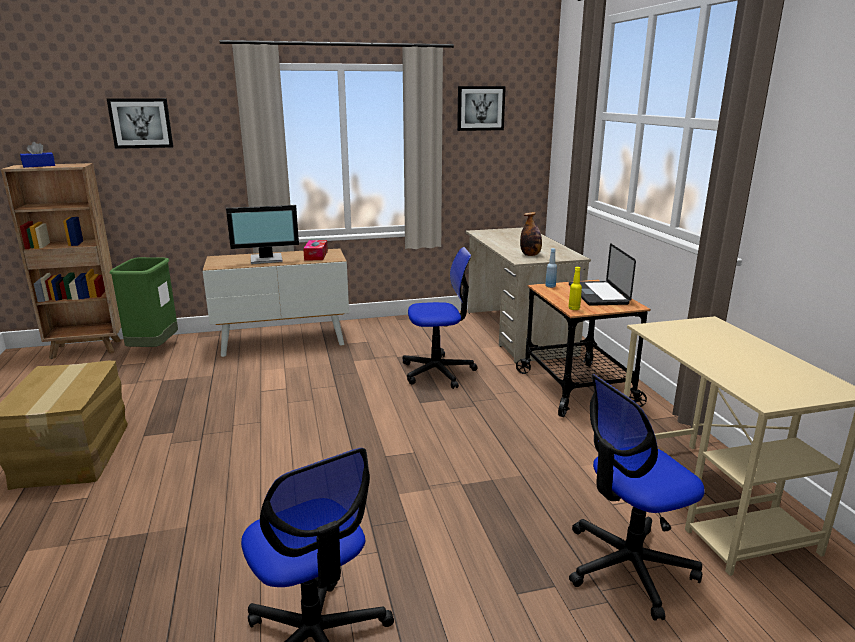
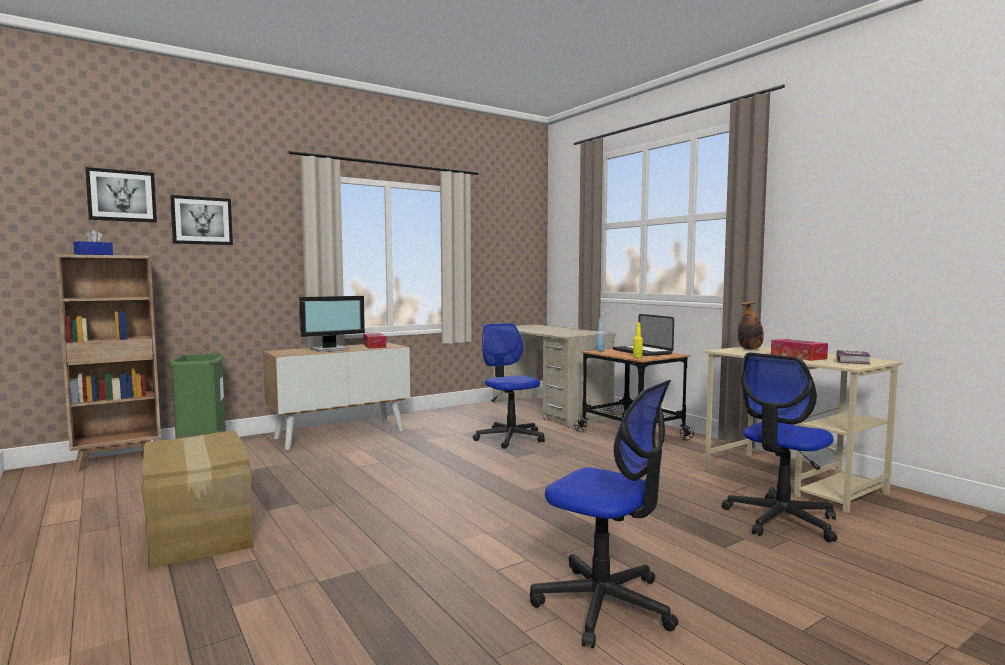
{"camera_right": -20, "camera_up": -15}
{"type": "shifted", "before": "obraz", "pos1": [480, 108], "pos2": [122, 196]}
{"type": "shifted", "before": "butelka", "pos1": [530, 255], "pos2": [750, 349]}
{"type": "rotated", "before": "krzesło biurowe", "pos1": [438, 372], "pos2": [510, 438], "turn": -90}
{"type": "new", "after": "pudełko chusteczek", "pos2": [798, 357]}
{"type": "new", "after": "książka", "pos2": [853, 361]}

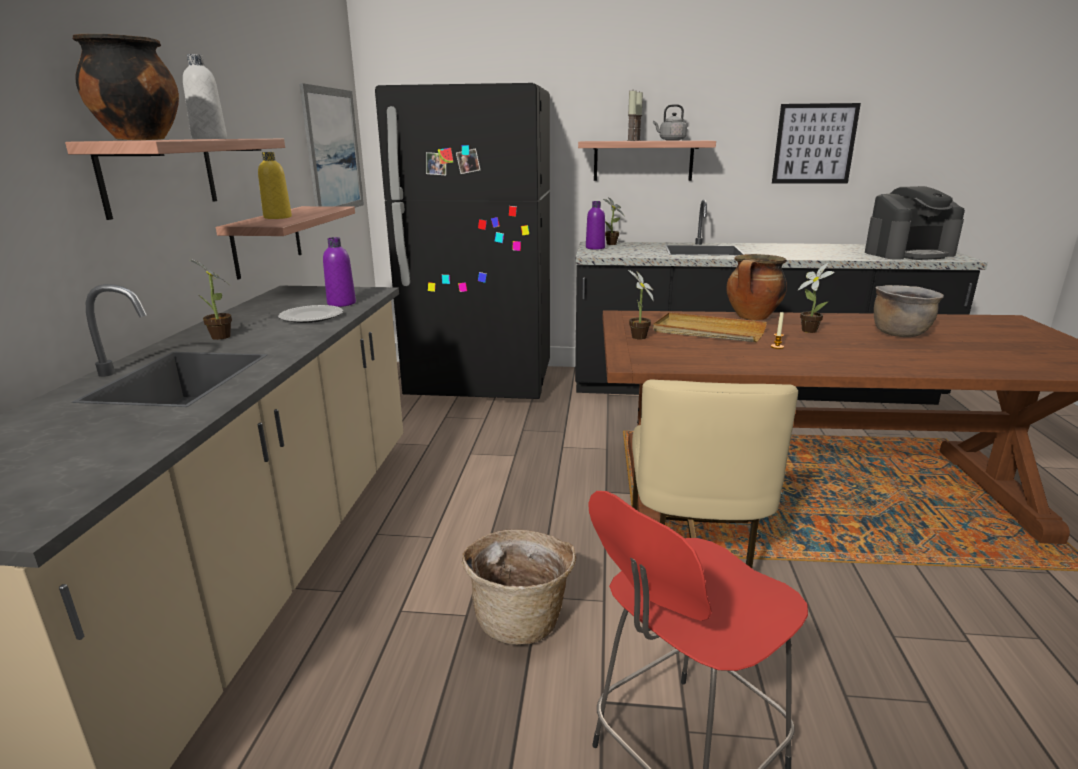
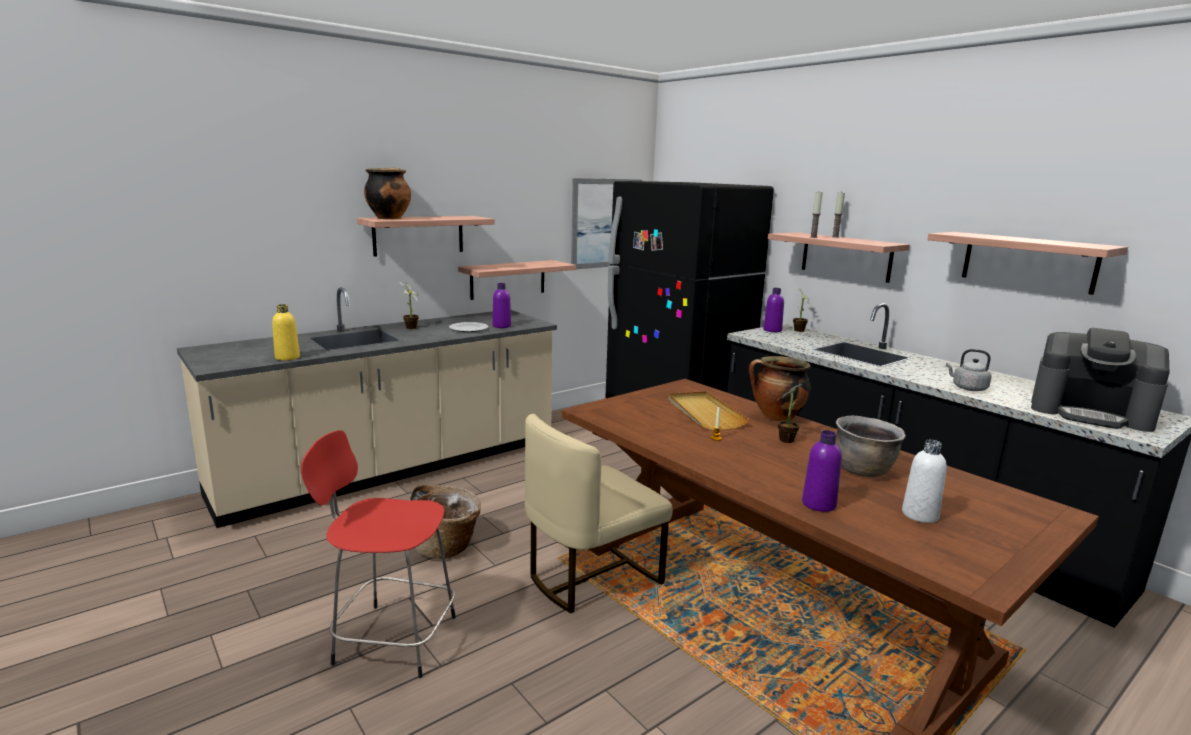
{"camera_right": 45, "camera_up": -5}
{"type": "shifted", "before": "butelka [biały]", "pos1": [209, 138], "pos2": [920, 515]}
{"type": "swapped", "before": "obraz", "after": "półka", "pos1": [814, 144], "pos2": [1028, 262]}
{"type": "shifted", "before": "czajnik [szary]", "pos1": [671, 140], "pos2": [967, 388]}
{"type": "shifted", "before": "butelka [żółty]", "pos1": [277, 217], "pos2": [287, 357]}
{"type": "gone", "before": "roślina doniczkowa", "pos1": [637, 338]}
{"type": "new", "after": "butelka [fioletowy]", "pos2": [818, 504]}

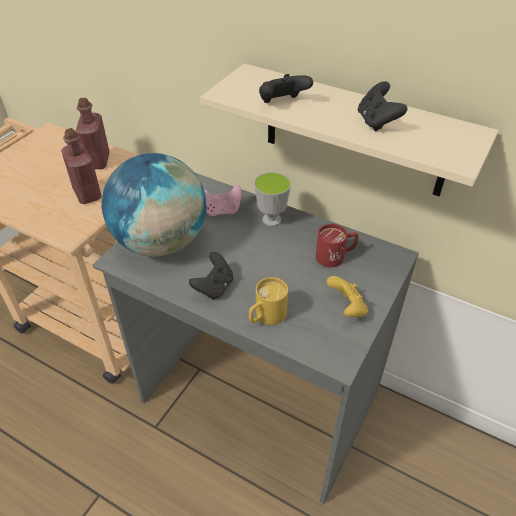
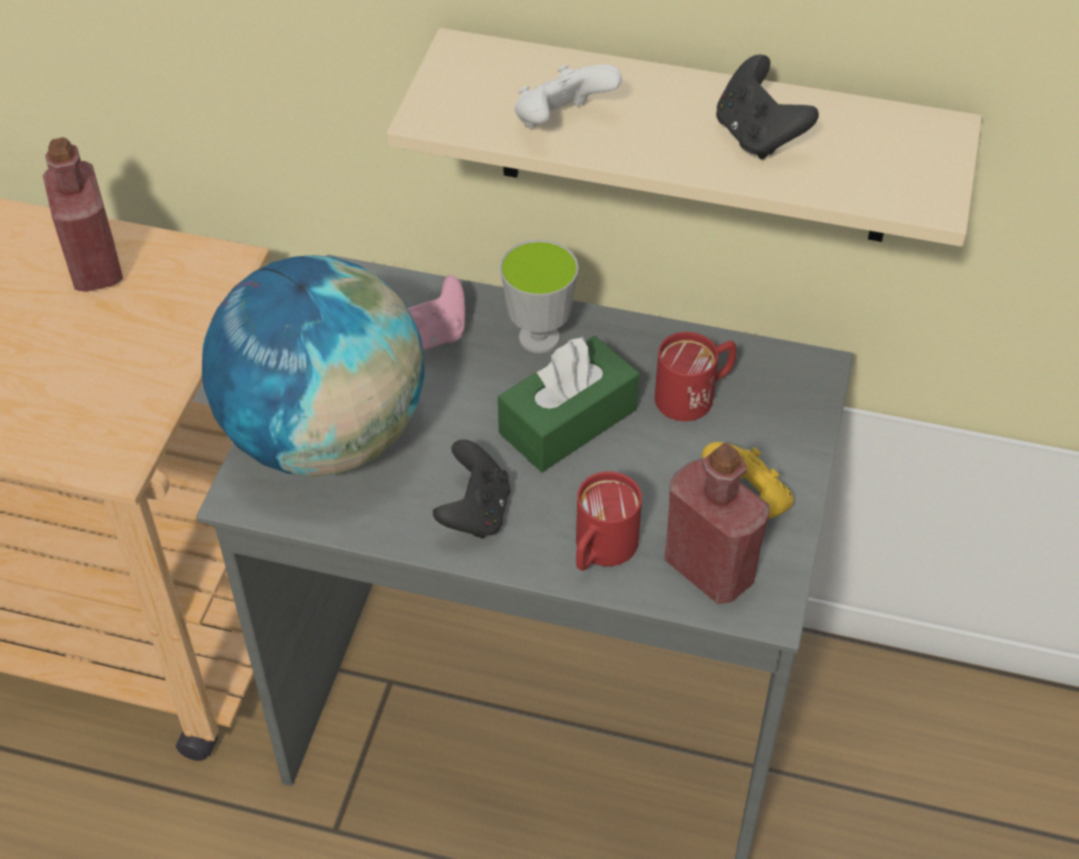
{"camera_right": -15, "camera_up": 5}
{"type": "repainted", "before": "pad do gier [czarny]", "after": "pad do gier [biały]", "pos1": [282, 103], "pos2": [561, 123]}
{"type": "shifted", "before": "butelka [czerwony]", "pos1": [87, 194], "pos2": [709, 569]}
{"type": "repainted", "before": "kubek [żółty]", "after": "kubek [czerwony]", "pos1": [266, 317], "pos2": [599, 552]}
{"type": "new", "after": "pudełko chusteczek [zielony]", "pos2": [568, 421]}

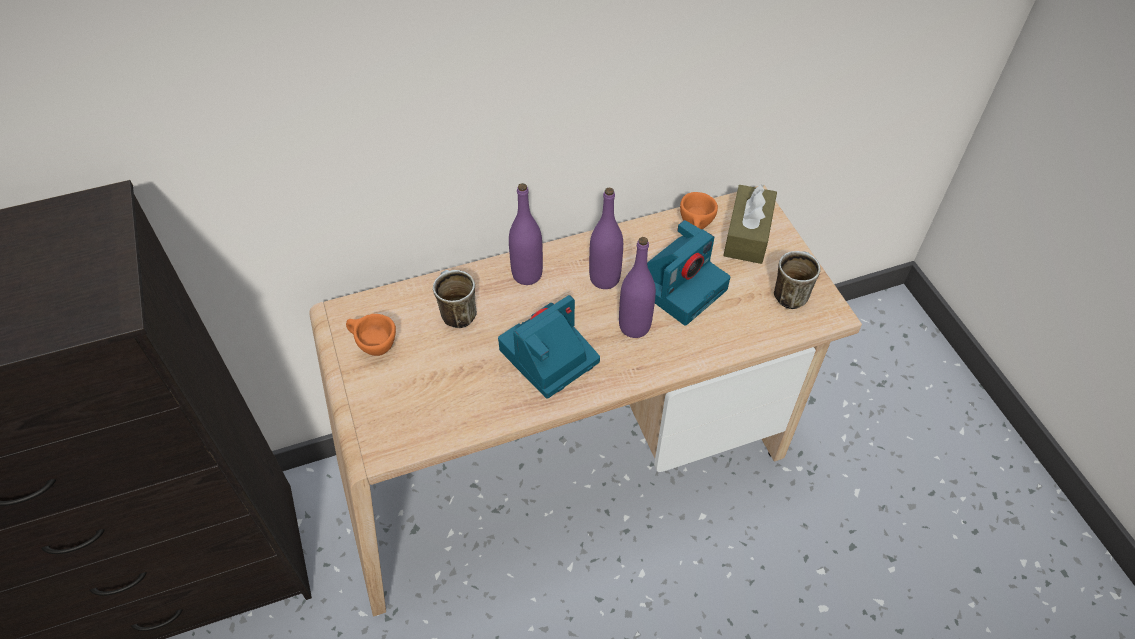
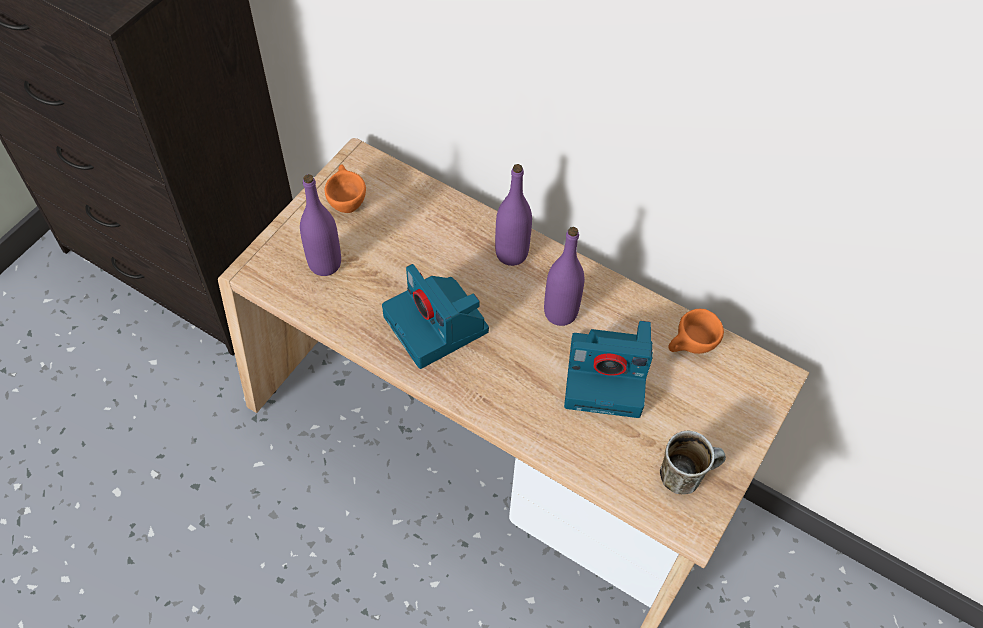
{"camera_right": 50, "camera_up": 5}
{"type": "gone", "before": "pudełko chusteczek [brązowy]", "pos1": [747, 234]}
{"type": "shifted", "before": "butelka [fioletowy]", "pos1": [634, 326], "pos2": [325, 264]}
{"type": "gone", "before": "kubek", "pos1": [455, 313]}
{"type": "rotated", "before": "aparat fotograficzny", "pos1": [548, 357], "pos2": [438, 325], "turn": -135}

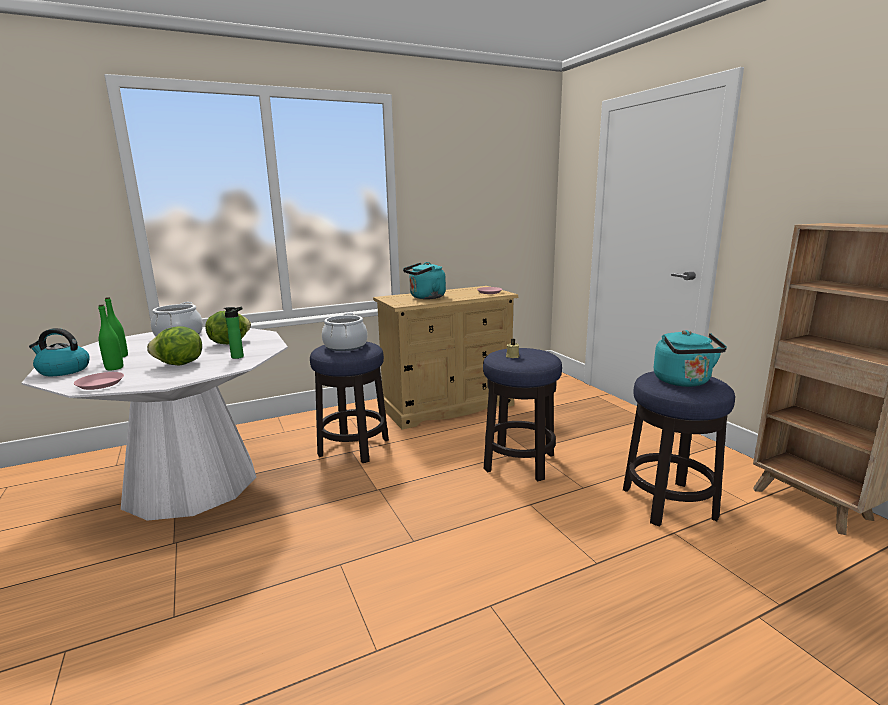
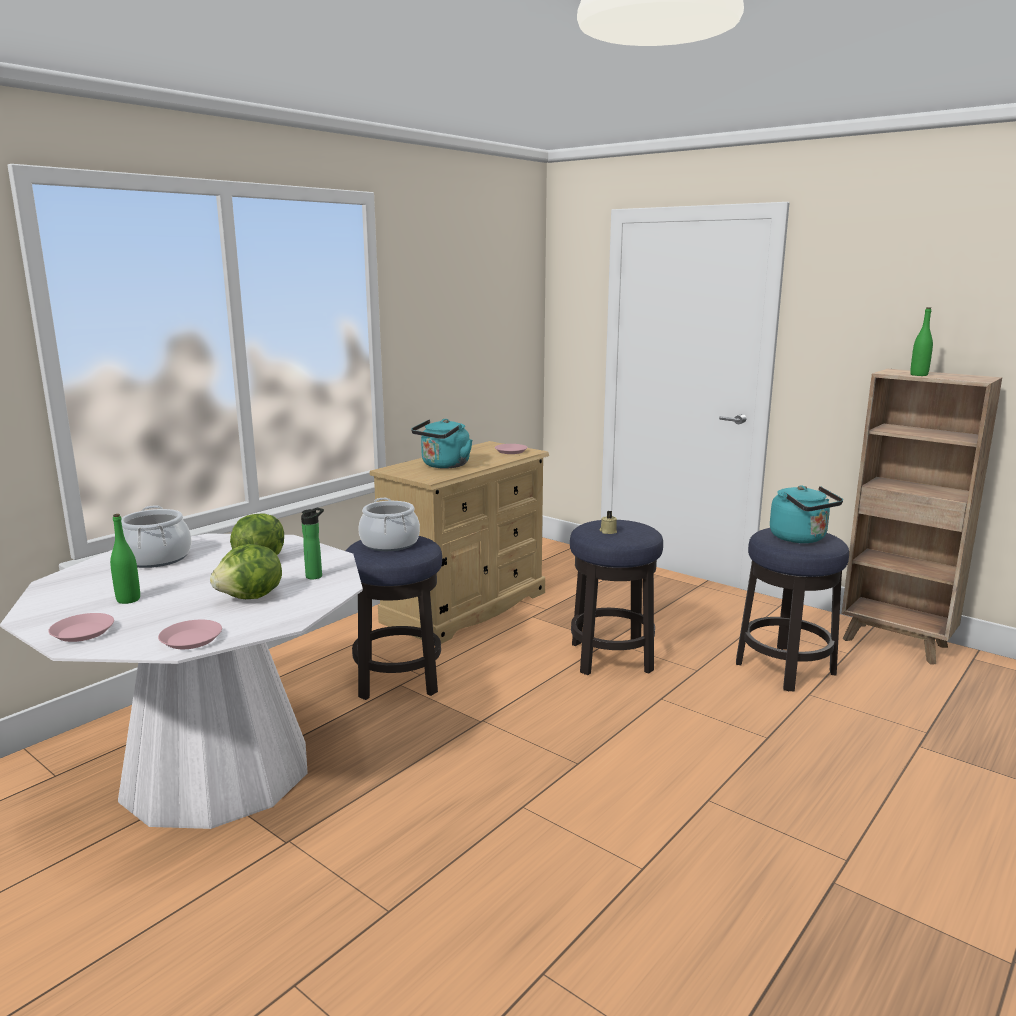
{"camera_right": -25, "camera_up": 0}
{"type": "shifted", "before": "butelka [zielony]", "pos1": [114, 368], "pos2": [919, 375]}
{"type": "swapped", "before": "czajnik", "after": "talerz [różowy]", "pos1": [63, 370], "pos2": [83, 632]}

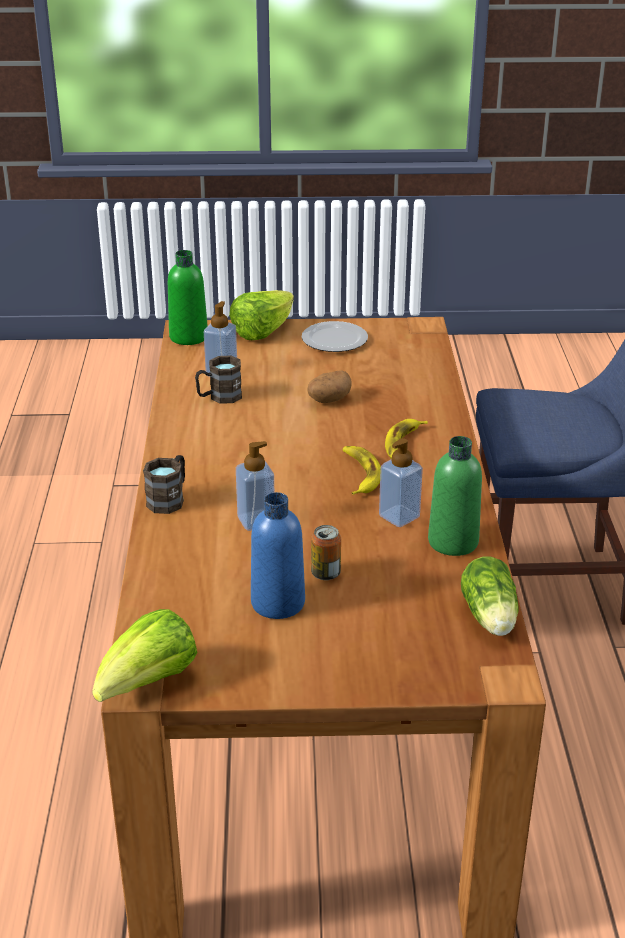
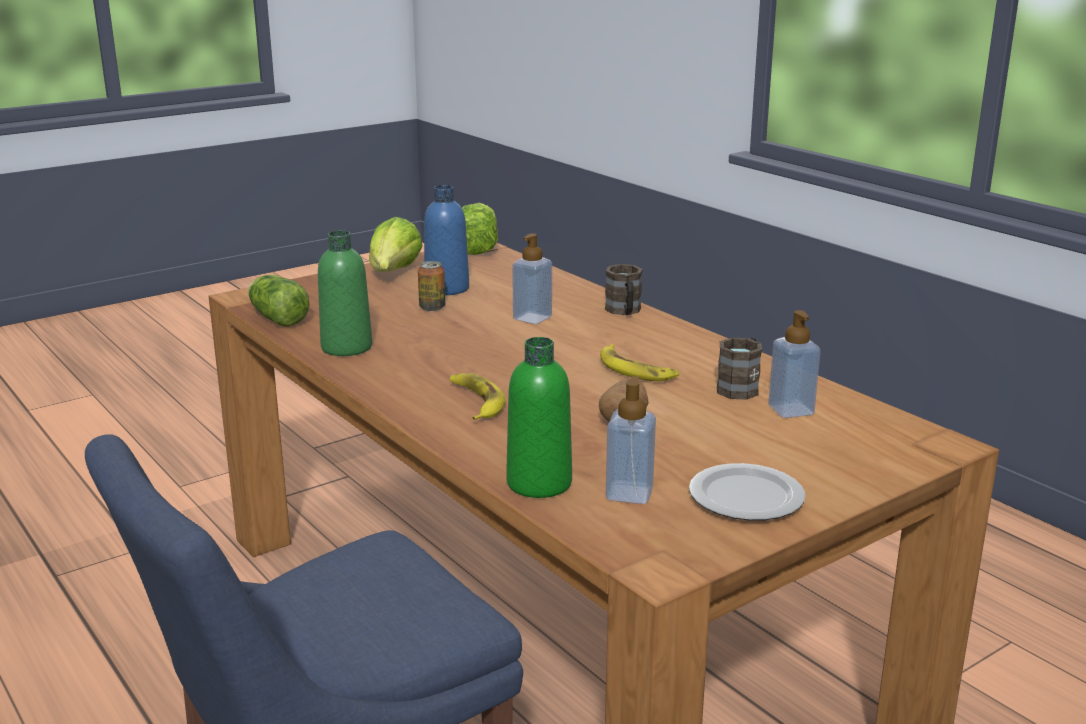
{"camera_right": 145, "camera_up": -10}
{"type": "shifted", "before": "butelka [zielony]", "pos1": [188, 337], "pos2": [539, 483]}
{"type": "shifted", "before": "sałata", "pos1": [262, 332], "pos2": [394, 273]}
{"type": "shifted", "before": "dozownik mydła", "pos1": [399, 516], "pos2": [629, 493]}
{"type": "shifted", "before": "banan", "pos1": [359, 474], "pos2": [635, 370]}

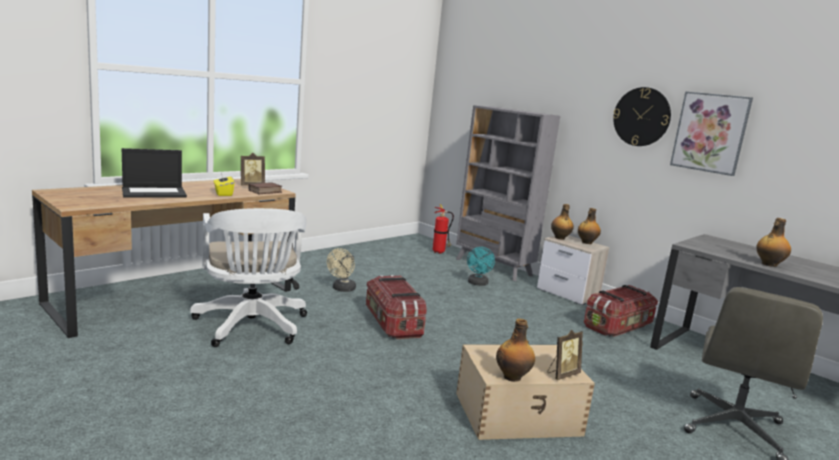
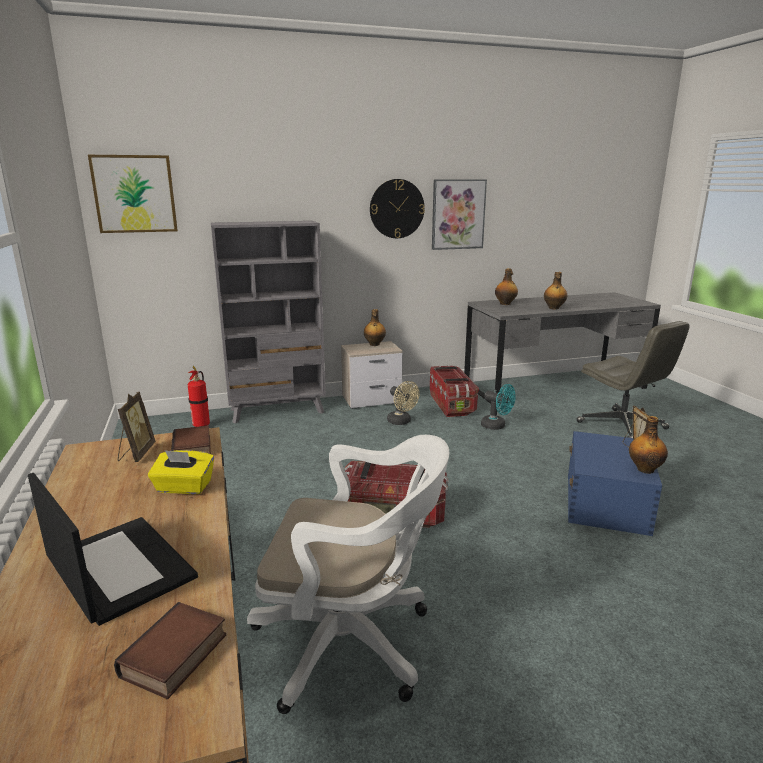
{"camera_right": -60, "camera_up": 5}
{"type": "rotated", "before": "laptop", "pos1": [154, 192], "pos2": [118, 568], "turn": -45}
{"type": "shifted", "before": "butelka", "pos1": [560, 238], "pos2": [505, 304]}
{"type": "shifted", "before": "wentylator [turkusowy]", "pos1": [477, 284], "pos2": [497, 426]}
{"type": "shifted", "before": "wentylator [beżowy]", "pos1": [342, 289], "pos2": [401, 422]}
{"type": "repainted", "before": "pojemnik do przechowywania [beżowy]", "after": "pojemnik do przechowywania [niebieski]", "pos1": [519, 414], "pos2": [607, 501]}
{"type": "new", "after": "obraz", "pos2": [134, 194]}
{"type": "new", "after": "książka", "pos2": [175, 657]}

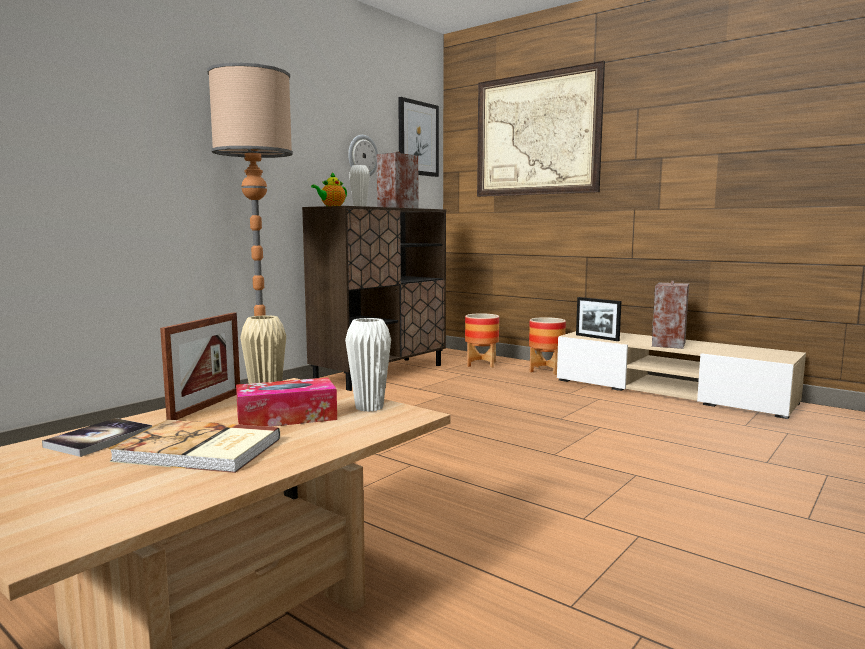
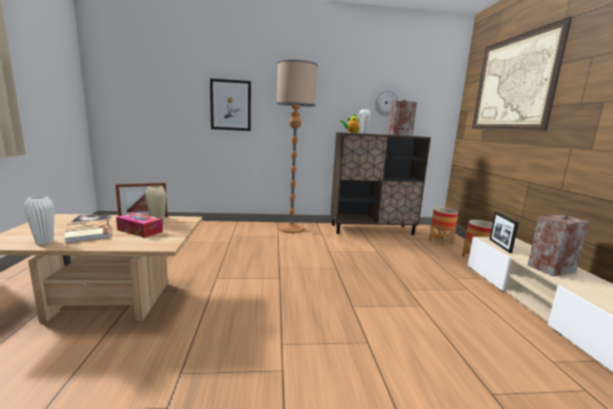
{"camera_right": 45, "camera_up": 5}
{"type": "shifted", "before": "obraz", "pos1": [418, 138], "pos2": [231, 105]}
{"type": "shifted", "before": "wazon [biały]", "pos1": [369, 407], "pos2": [44, 242]}

